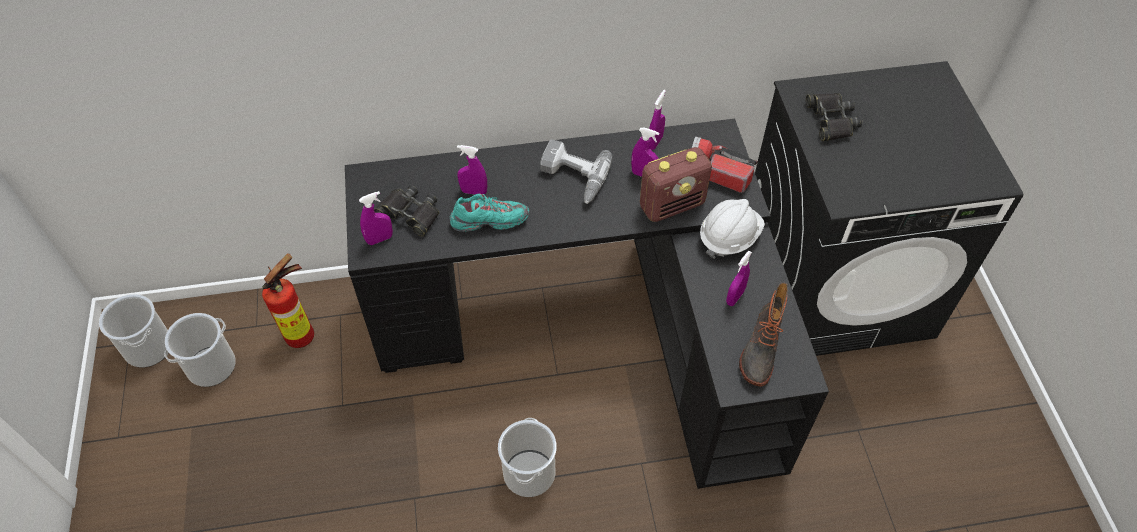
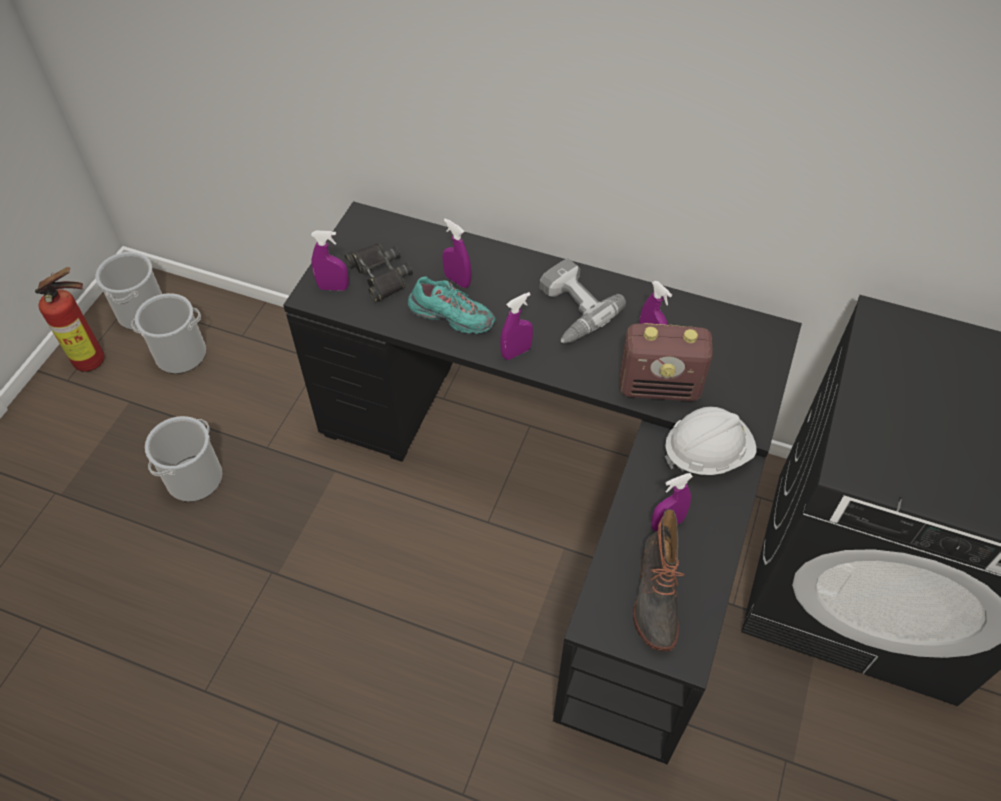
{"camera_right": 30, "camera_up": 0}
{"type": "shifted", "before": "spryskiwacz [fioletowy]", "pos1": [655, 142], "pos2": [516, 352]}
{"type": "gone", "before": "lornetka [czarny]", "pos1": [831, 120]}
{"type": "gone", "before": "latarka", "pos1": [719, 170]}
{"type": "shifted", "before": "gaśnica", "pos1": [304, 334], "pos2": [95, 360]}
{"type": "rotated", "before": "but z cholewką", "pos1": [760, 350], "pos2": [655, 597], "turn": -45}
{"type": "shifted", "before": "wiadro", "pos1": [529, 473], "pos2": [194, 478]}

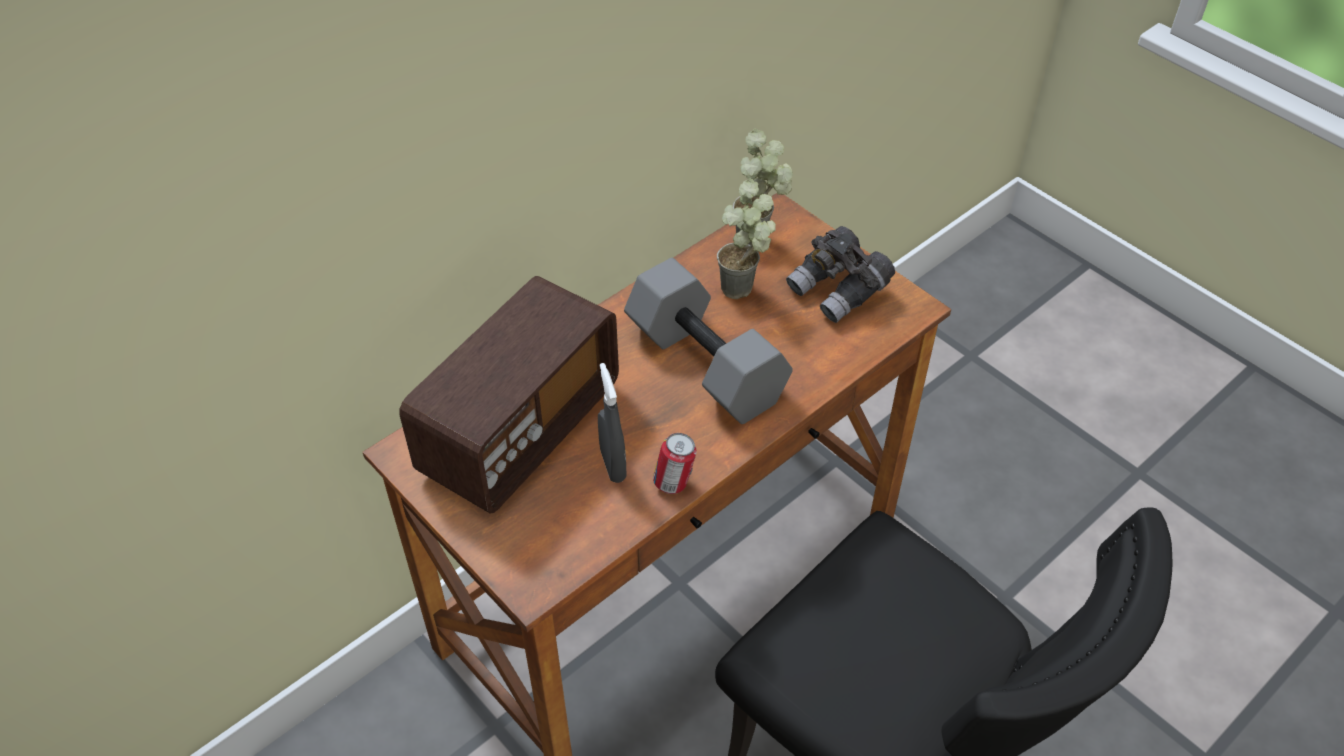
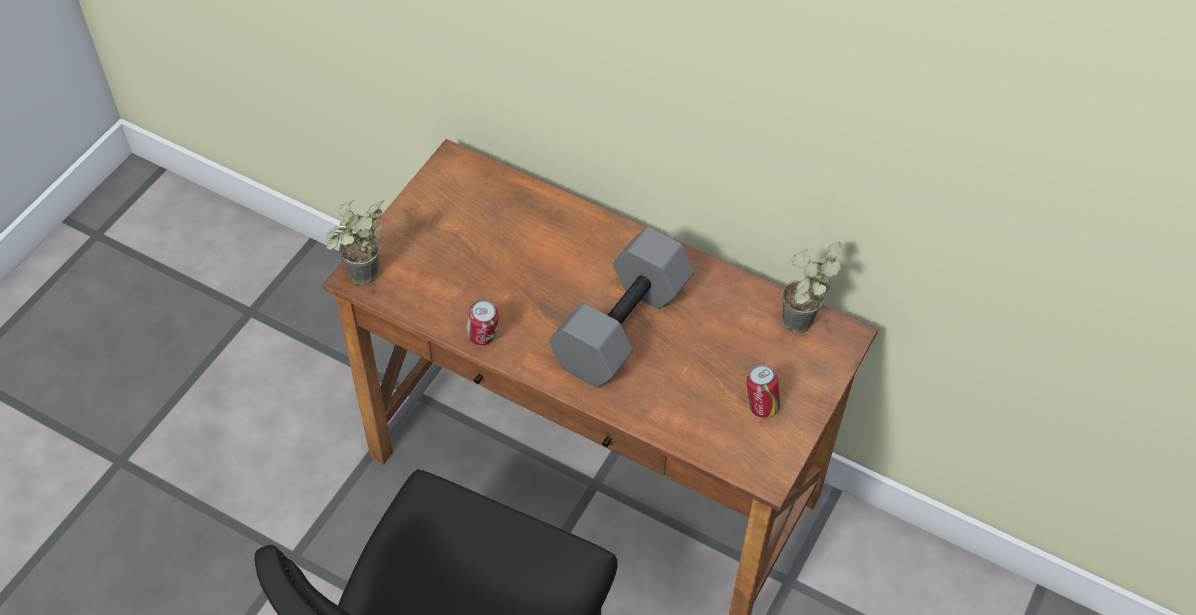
{"camera_right": 70, "camera_up": 5}
{"type": "shifted", "before": "roślina doniczkowa", "pos1": [746, 292], "pos2": [362, 282]}
{"type": "swapped", "before": "lornetka [szary]", "after": "puszka", "pos1": [839, 290], "pos2": [760, 407]}
{"type": "gone", "before": "radio", "pos1": [520, 430]}
{"type": "gone", "before": "spryskiwacz [szary]", "pos1": [613, 465]}

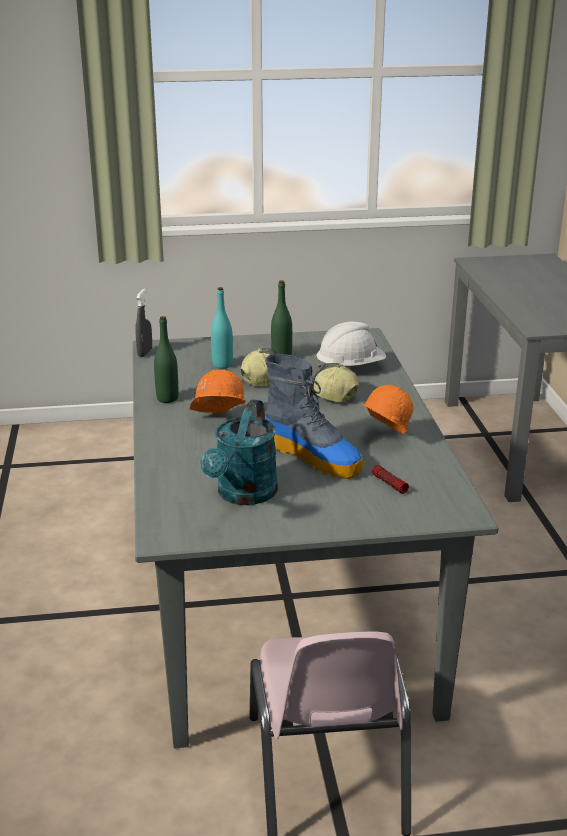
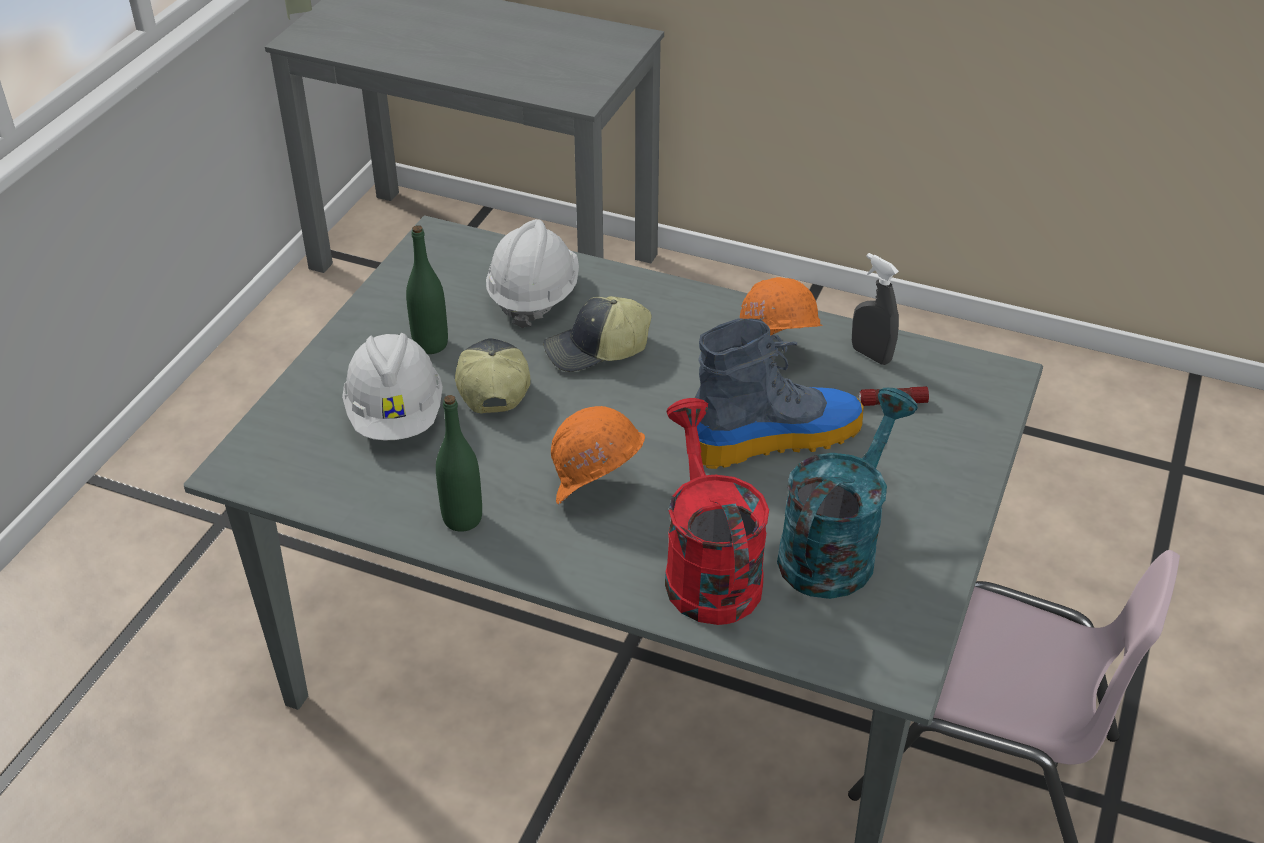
{"camera_right": -60, "camera_up": 15}
{"type": "swapped", "before": "butelka [turkusowy]", "after": "kask [biały]", "pos1": [222, 365], "pos2": [396, 414]}
{"type": "shifted", "before": "spryskiwacz [szary]", "pos1": [145, 353], "pos2": [871, 355]}
{"type": "rotated", "before": "konewka [turkusowy]", "pos1": [243, 495], "pos2": [835, 547], "turn": -105}
{"type": "new", "after": "konewka [czerwony]", "pos2": [707, 568]}

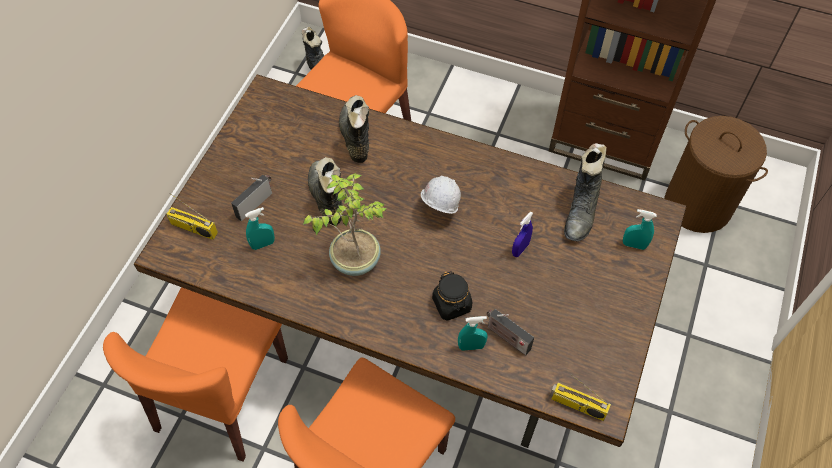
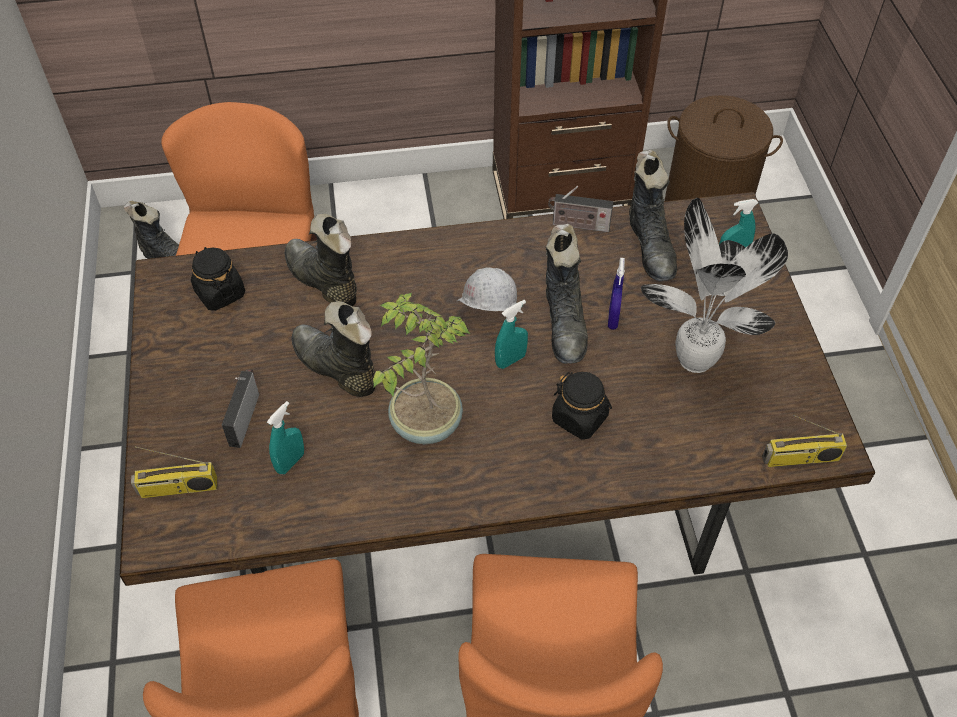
{"camera_right": -30, "camera_up": -5}
{"type": "shifted", "before": "radio", "pos1": [506, 337], "pos2": [578, 225]}
{"type": "shifted", "before": "spryskiwacz [turkusowy]", "pos1": [471, 346], "pos2": [510, 360]}
{"type": "new", "after": "roślina doniczkowa", "pos2": [694, 363]}
{"type": "new", "after": "but z cholewką [czarny]", "pos2": [565, 324]}
{"type": "new", "after": "słoik [czarny]", "pos2": [220, 293]}

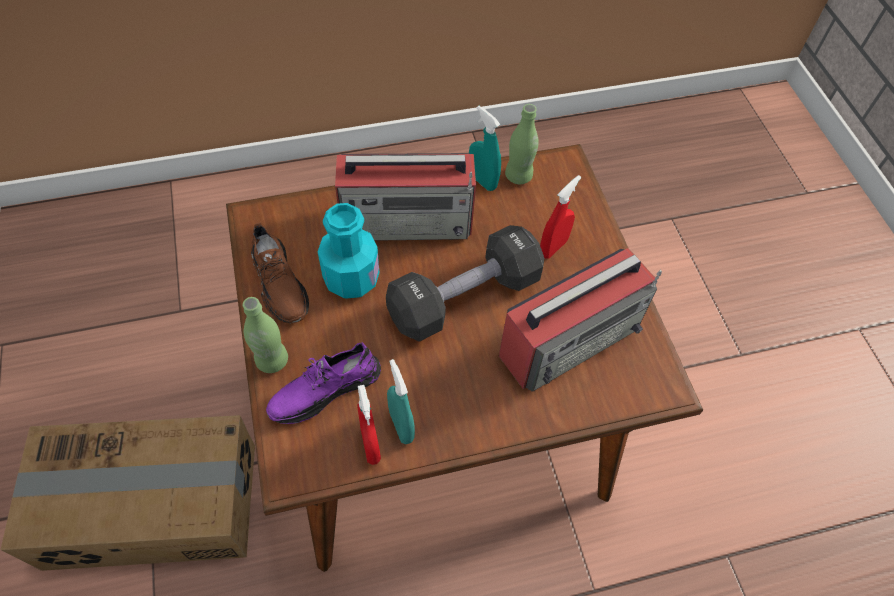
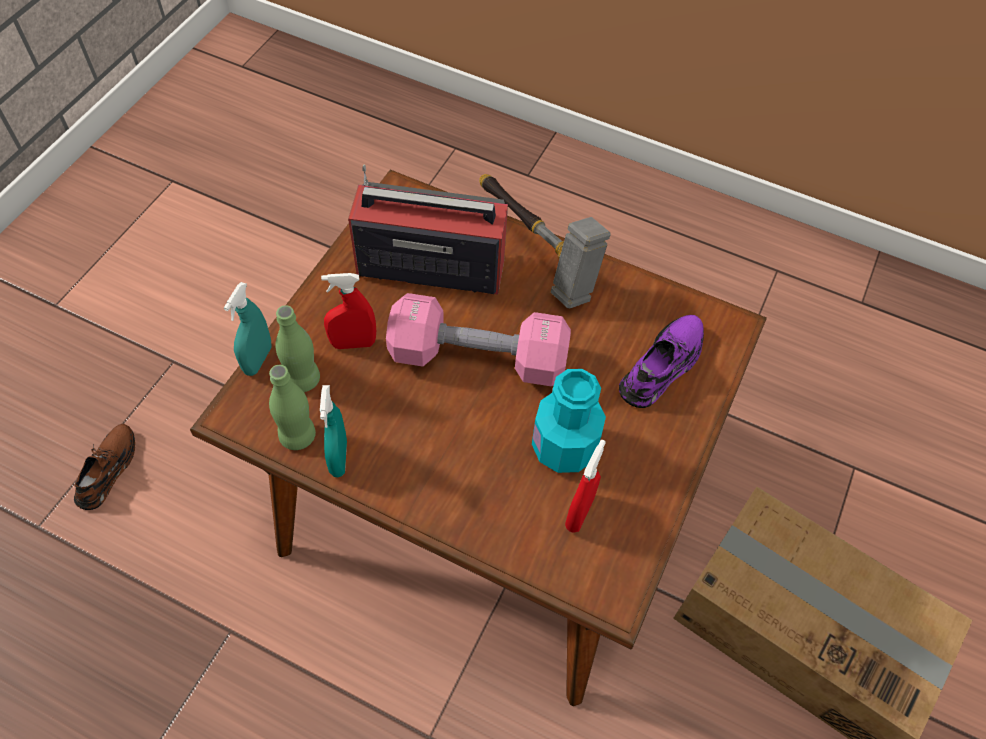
{"camera_right": -140, "camera_up": 0}
{"type": "gone", "before": "radio", "pos1": [409, 222]}
{"type": "shifted", "before": "but [brązowy]", "pos1": [279, 283], "pos2": [108, 469]}
{"type": "repainted", "before": "hantel [czarny]", "after": "hantel [różowy]", "pos1": [464, 297], "pos2": [478, 357]}
{"type": "shifted", "before": "butelka [zielony]", "pos1": [272, 360], "pos2": [303, 380]}
{"type": "rotated", "before": "but [fioletowy]", "pos1": [324, 390], "pos2": [662, 365], "turn": -60}
{"type": "shifted", "before": "spryskiwacz [turkusowy]", "pos1": [401, 425], "pos2": [258, 360]}
{"type": "shifted", "before": "spryskiwacz [czerwony]", "pos1": [370, 445], "pos2": [579, 513]}
{"type": "new", "after": "młotek", "pos2": [536, 252]}

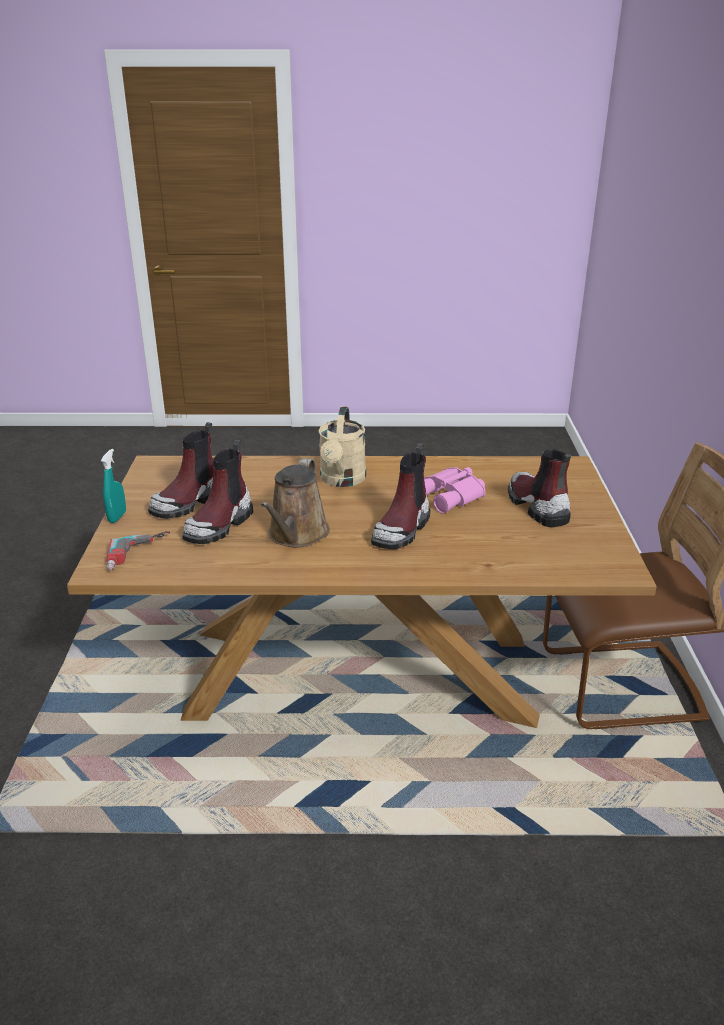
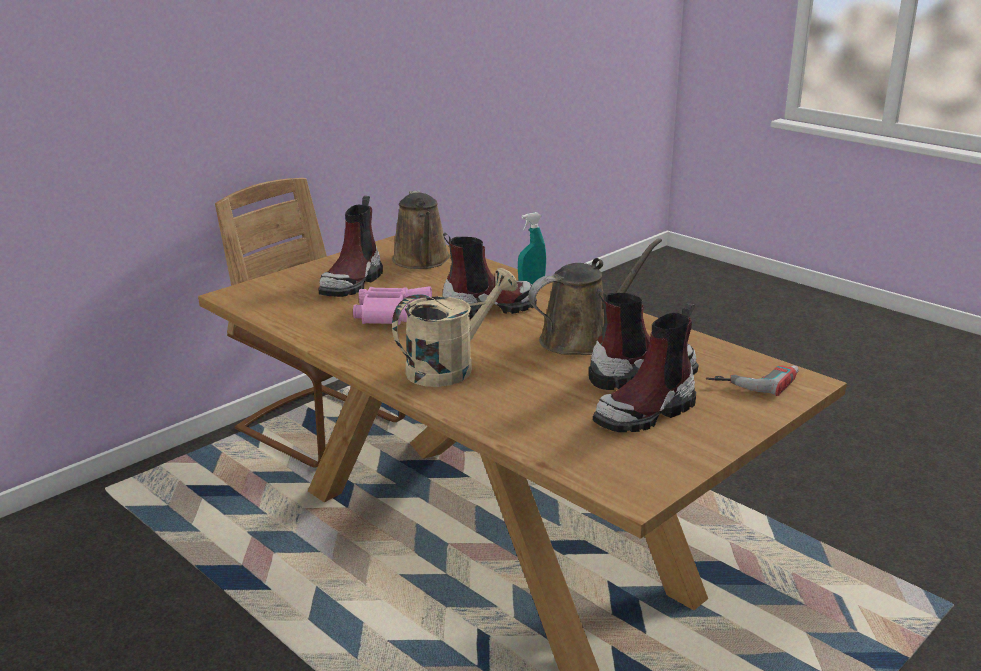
{"camera_right": -135, "camera_up": -5}
{"type": "rotated", "before": "but z cholewką", "pos1": [188, 502], "pos2": [646, 413], "turn": 150}
{"type": "shifted", "before": "spryskiwacz [turkusowy]", "pos1": [117, 517], "pos2": [531, 283]}
{"type": "new", "after": "konewka [brązowy]", "pos2": [422, 261]}

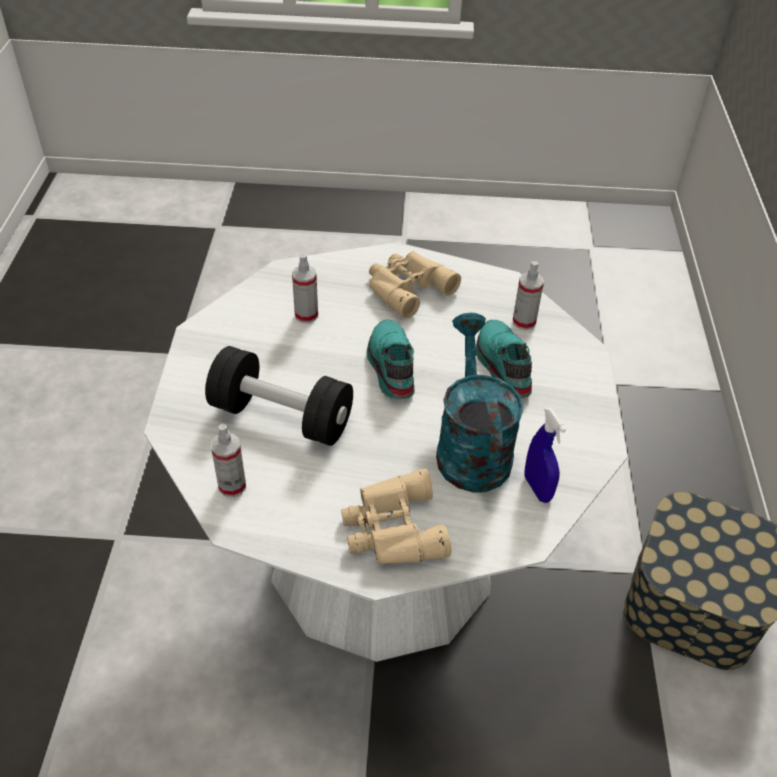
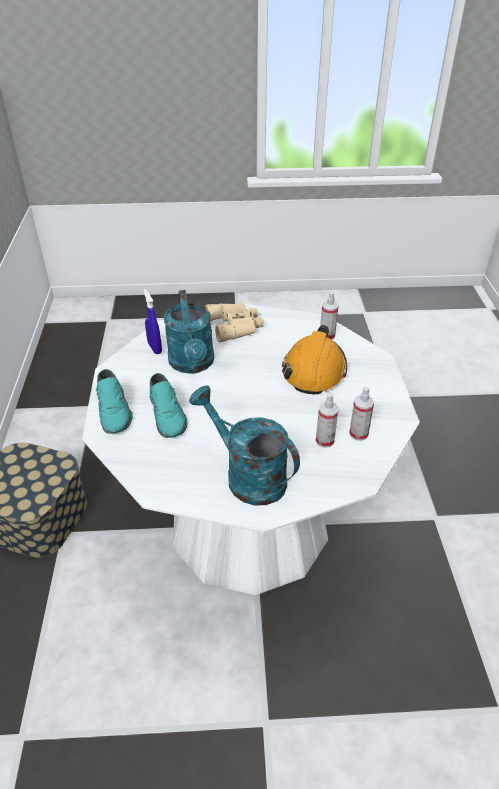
{"camera_right": 175, "camera_up": -5}
{"type": "swapped", "before": "lornetka [beżowy]", "after": "konewka [turkusowy]", "pos1": [406, 287], "pos2": [247, 475]}
{"type": "shifted", "before": "spryskiwacz", "pos1": [524, 322], "pos2": [358, 434]}
{"type": "shifted", "before": "but [turkusowy]", "pos1": [390, 366], "pos2": [115, 411]}
{"type": "swapped", "before": "hantel [czarny]", "after": "kask [pomarańczowy]", "pos1": [281, 416], "pos2": [314, 370]}

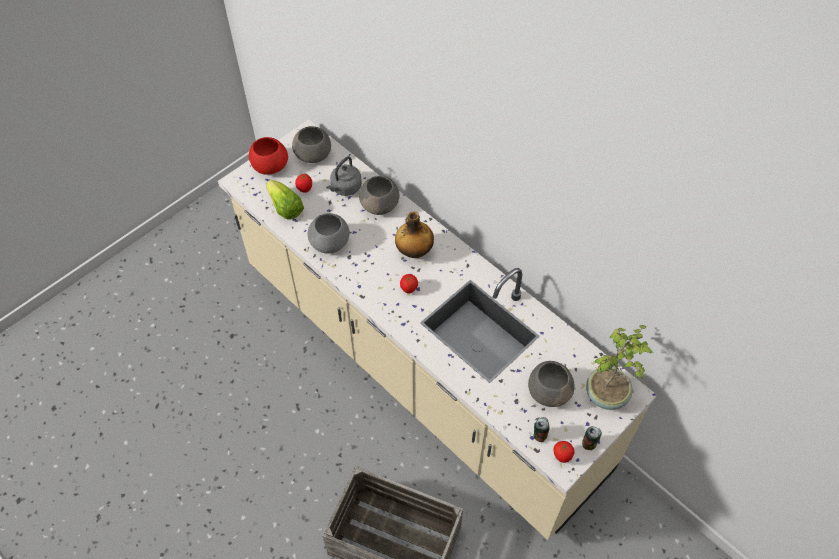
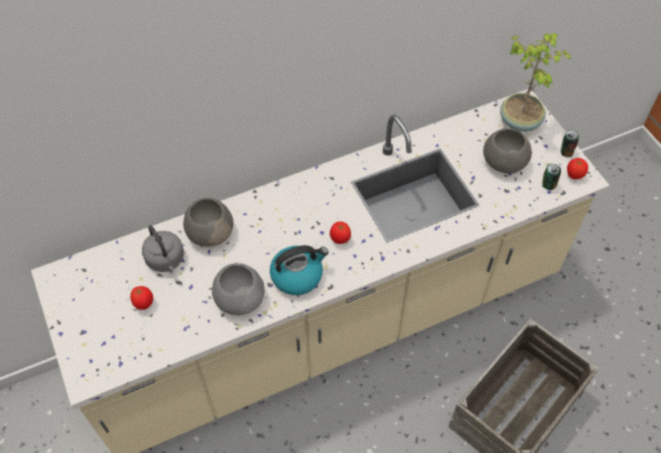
{"camera_right": -70, "camera_up": 0}
{"type": "gone", "before": "miska [szary]", "pos1": [313, 155]}
{"type": "gone", "before": "miska [czerwony]", "pos1": [269, 165]}
{"type": "gone", "before": "sałata", "pos1": [285, 208]}
{"type": "gone", "before": "butelka", "pos1": [414, 251]}
{"type": "new", "after": "czajnik", "pos2": [297, 275]}

